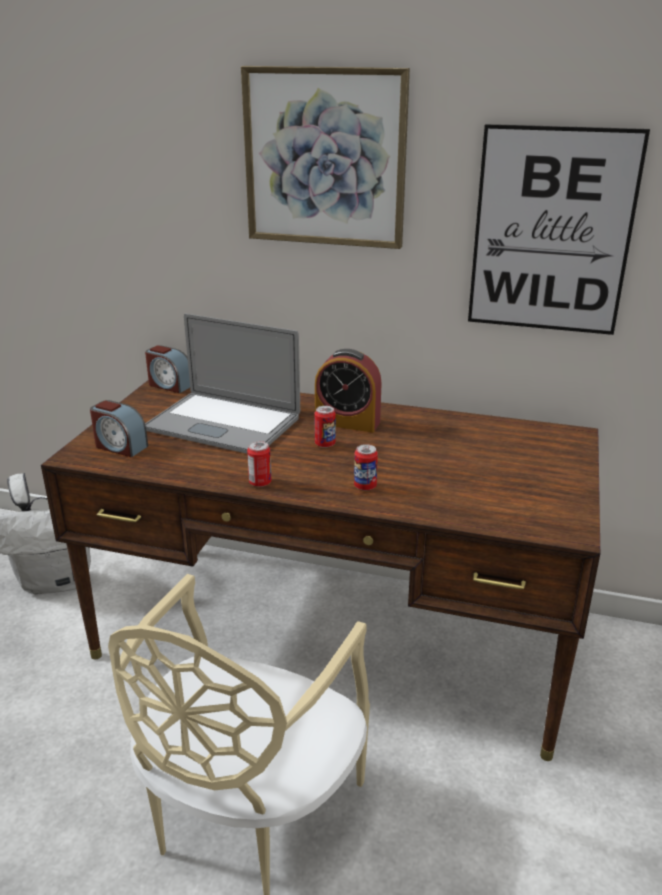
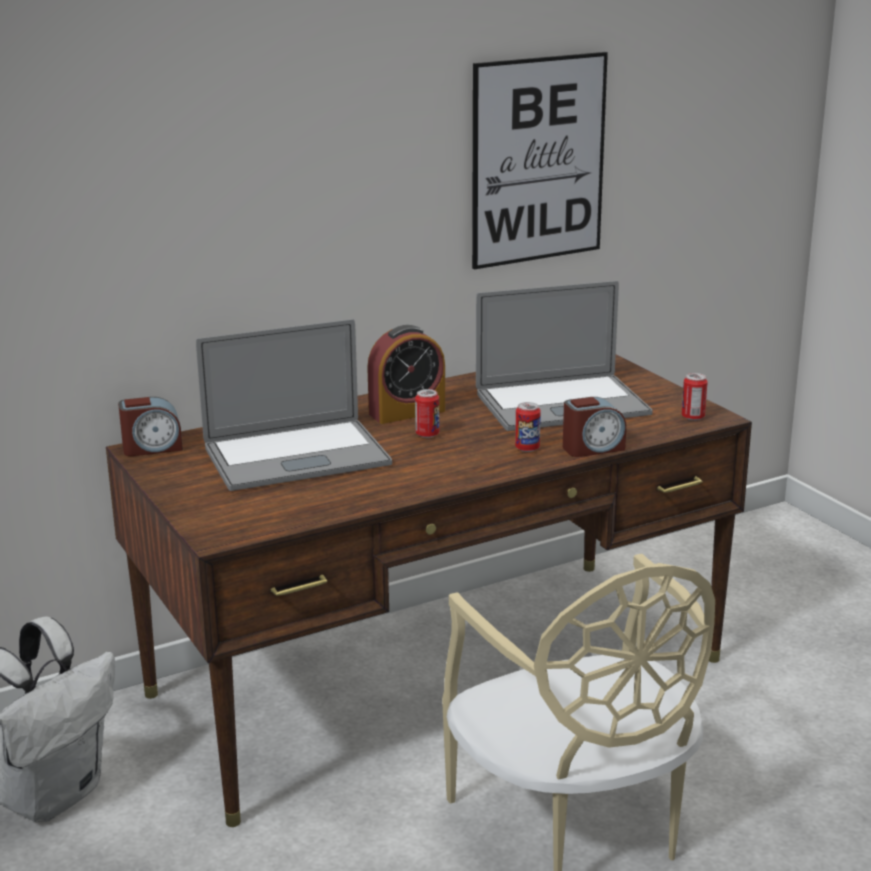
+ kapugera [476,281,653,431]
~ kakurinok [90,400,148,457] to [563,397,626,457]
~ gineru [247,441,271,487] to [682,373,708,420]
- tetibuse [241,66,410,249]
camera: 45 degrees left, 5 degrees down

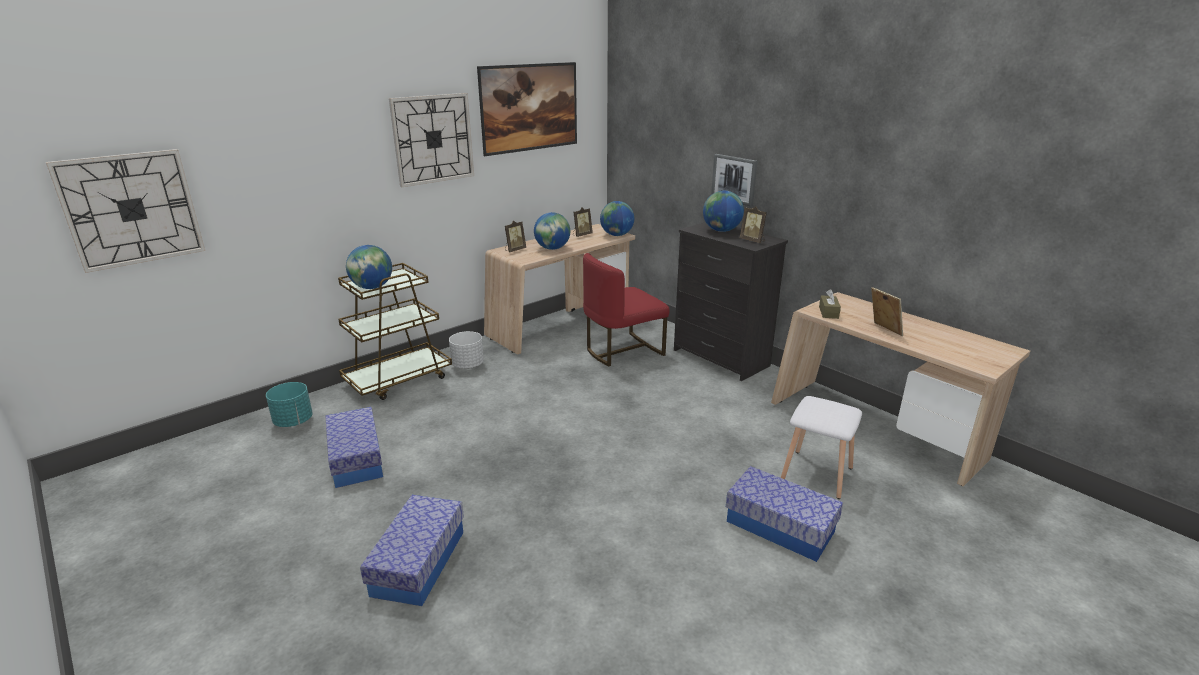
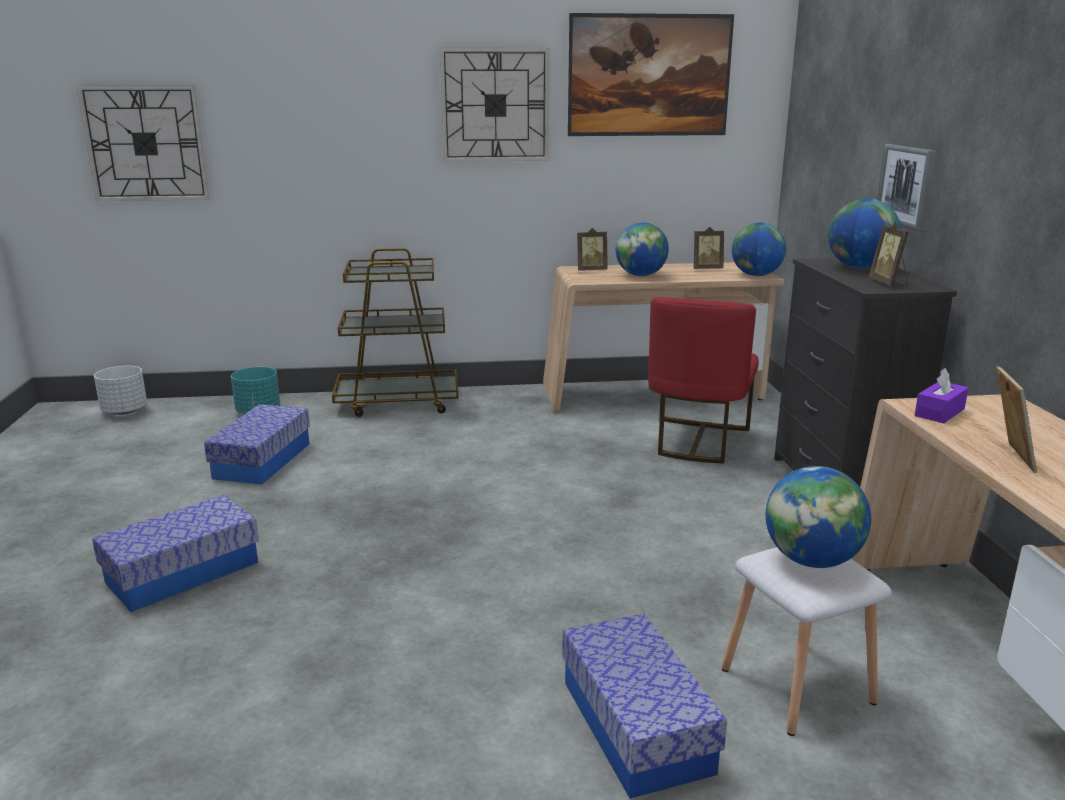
~ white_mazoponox [449,331,484,369] to [94,366,147,415]
~ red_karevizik [583,253,670,366] = [648,297,759,464] 75 degrees counterclockwise
~ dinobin [346,245,392,289] to [766,466,871,568]
~ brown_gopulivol [819,289,841,319] to purple_gopulivol [915,368,968,423]
camera: 35 degrees right, 5 degrees down

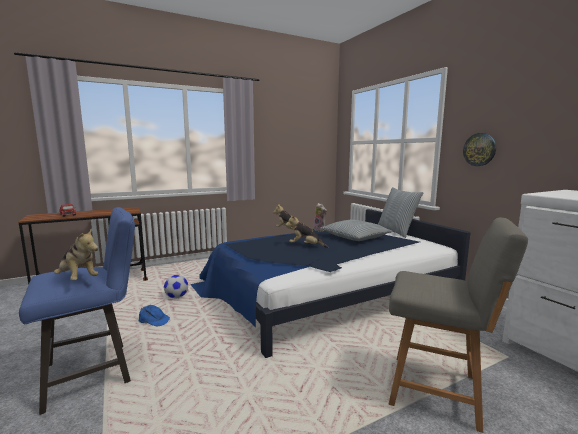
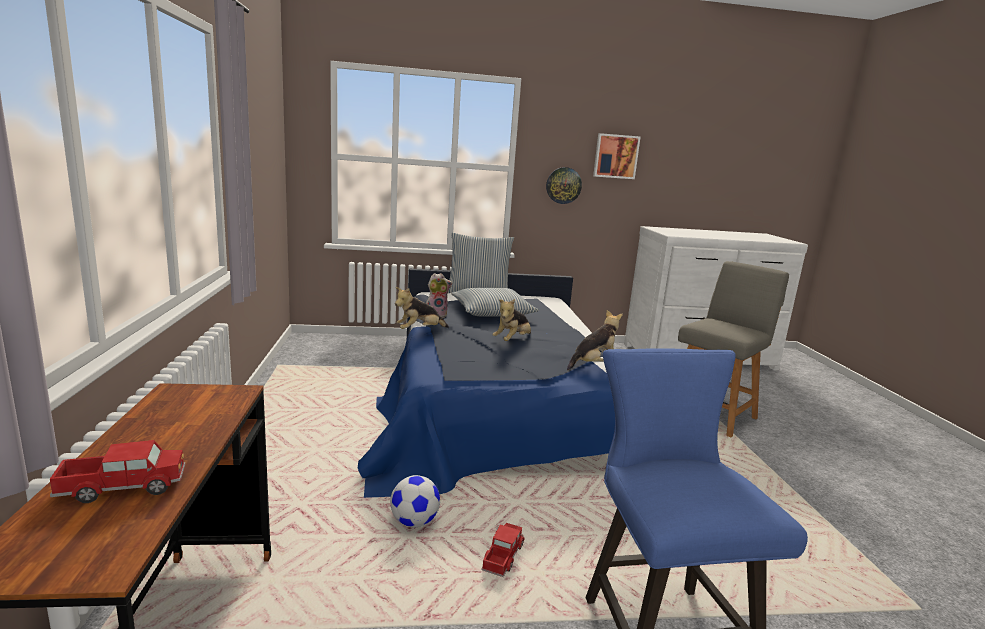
~ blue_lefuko [139,305,170,326] to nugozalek [481,523,525,577]
~ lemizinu [54,228,99,280] to [567,310,623,370]
+ tetibuse [593,133,641,179]
camera: 70 degrees left, 5 degrees up

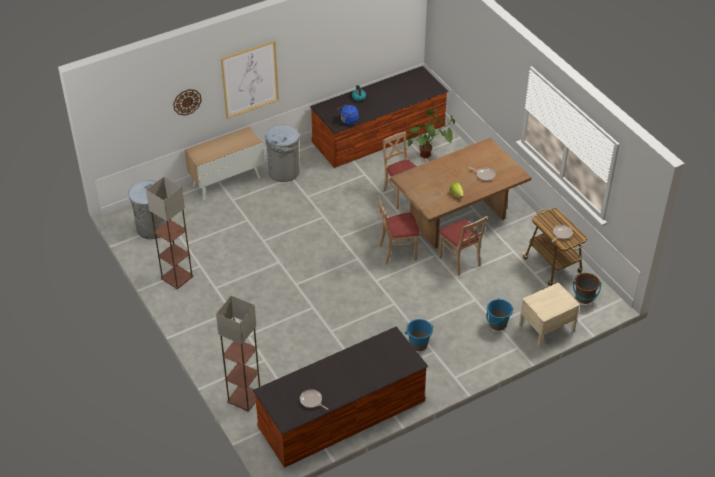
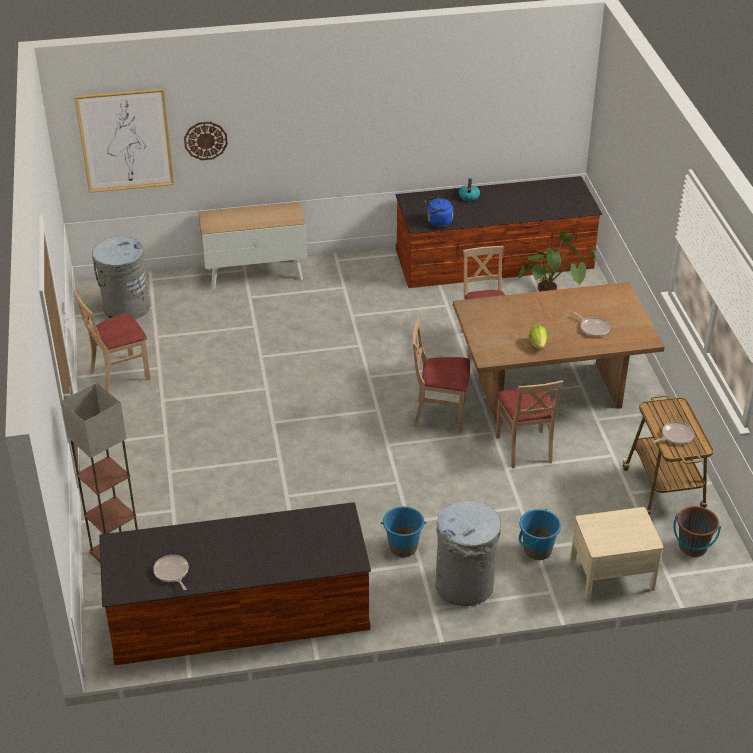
~ tetibuse [221,40,279,119] to [75,89,174,193]
~ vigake [146,177,193,289] to beige_karevizik [75,291,151,391]
~ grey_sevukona [265,125,300,182] to [436,501,501,606]
camera: 20 degrees right, 5 degrees down

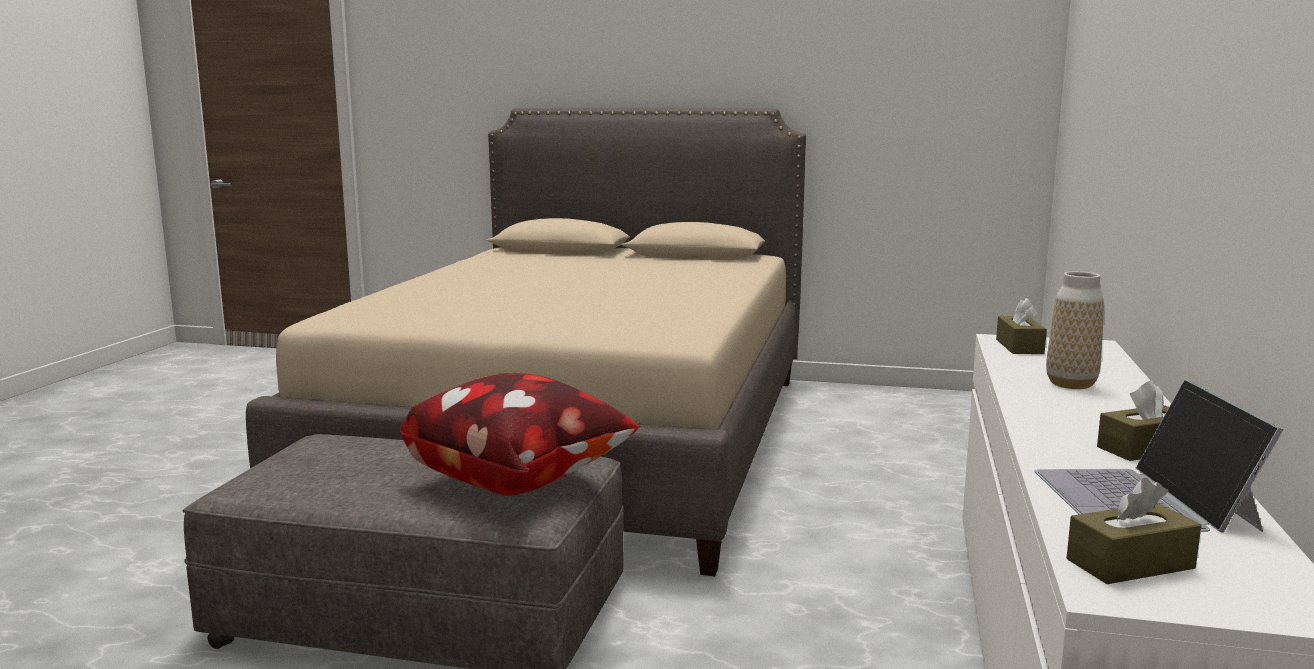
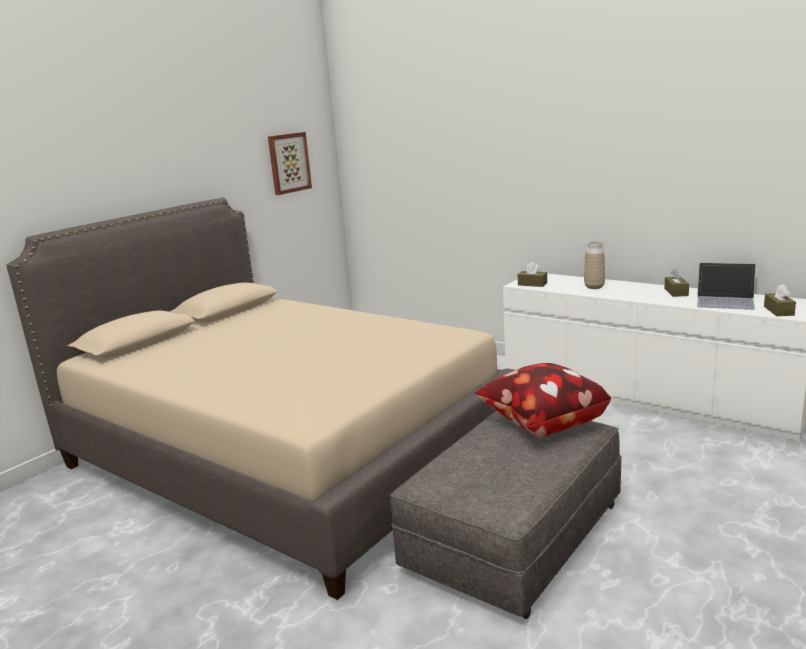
+ tetibuse [268,132,312,195]
camera: 65 degrees left, 5 degrees up

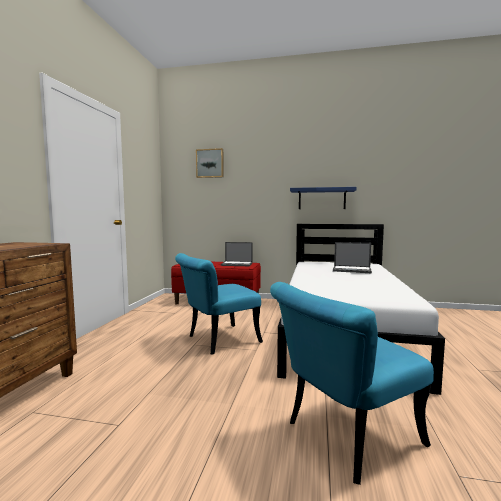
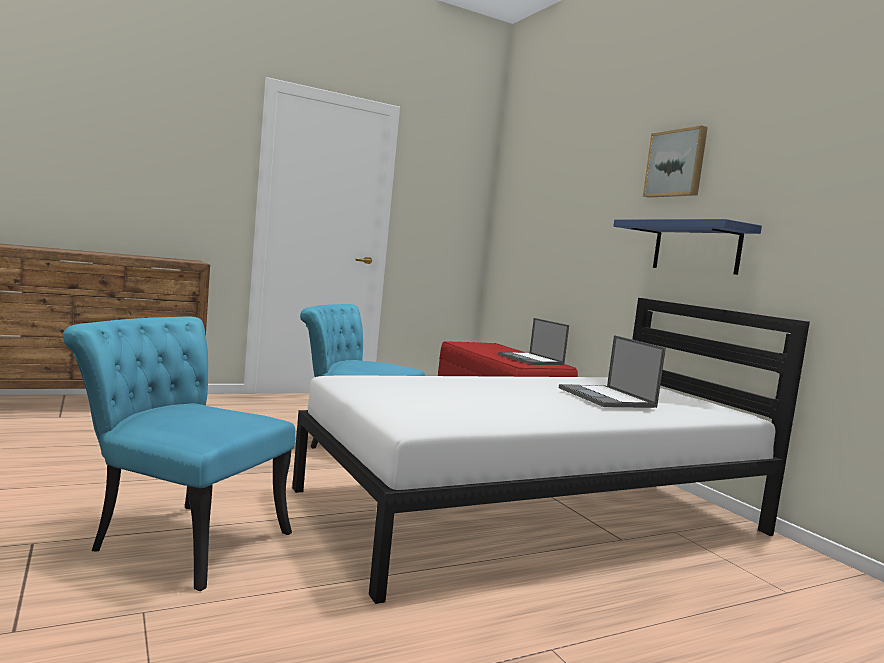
~ tetibuse [196,148,224,178] to [643,126,708,198]
camera: 50 degrees right, 0 degrees up

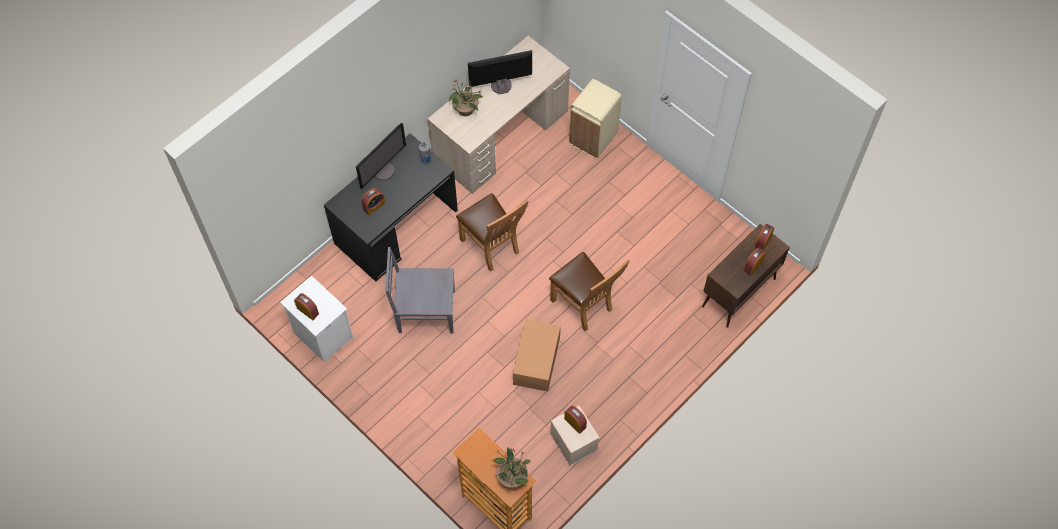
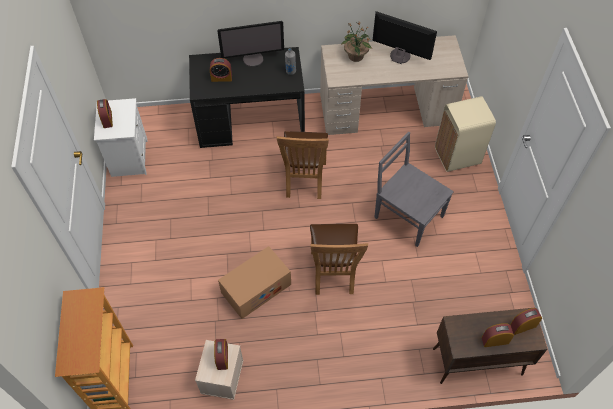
~ grey_karevizik [385,247,455,333] to [374,132,454,247]
- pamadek [493,448,530,488]
camera: 40 degrees right, 5 degrees down

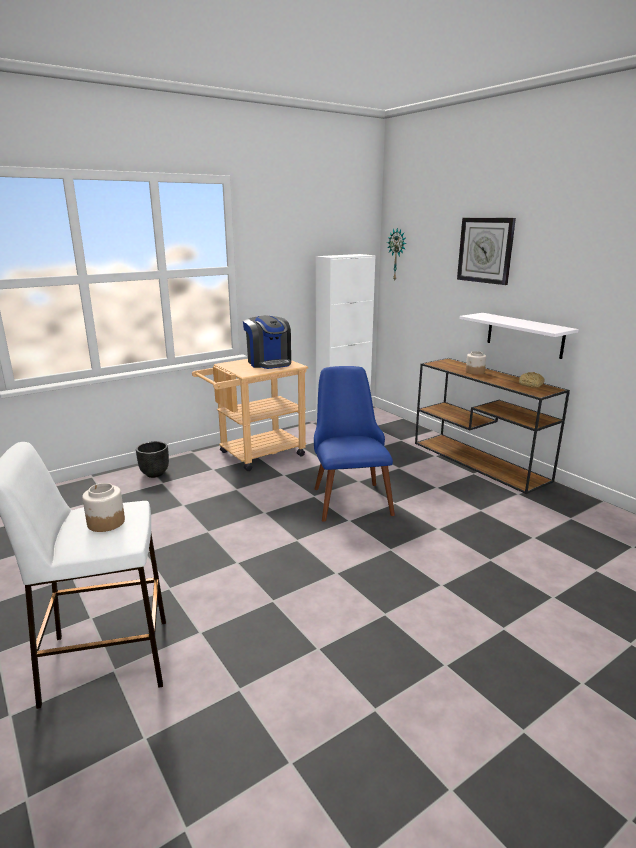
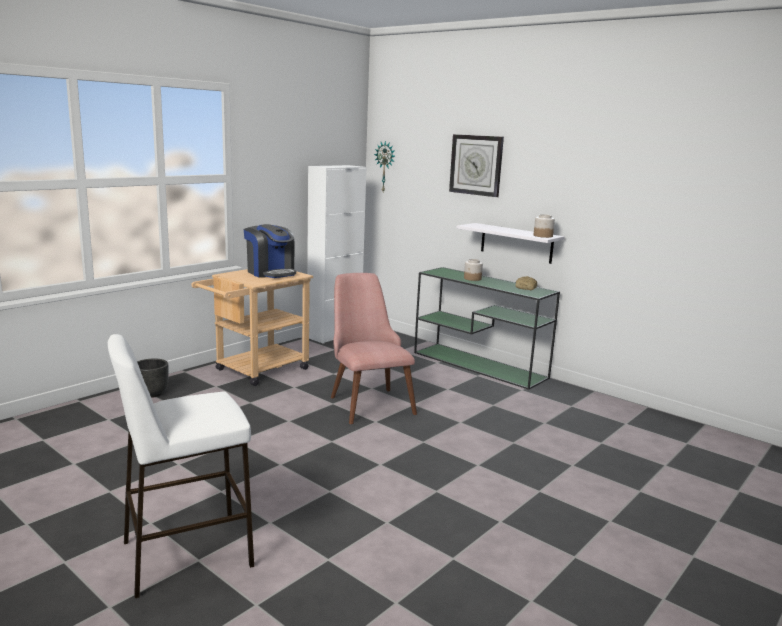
~ blue_karevizik [314,366,395,522] to pink_karevizik [331,273,417,424]
~ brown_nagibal [415,358,570,494] to green_nagibal [414,267,560,390]
~ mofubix [82,483,125,532] to [534,214,555,238]
camera: 15 degrees left, 5 degrees down

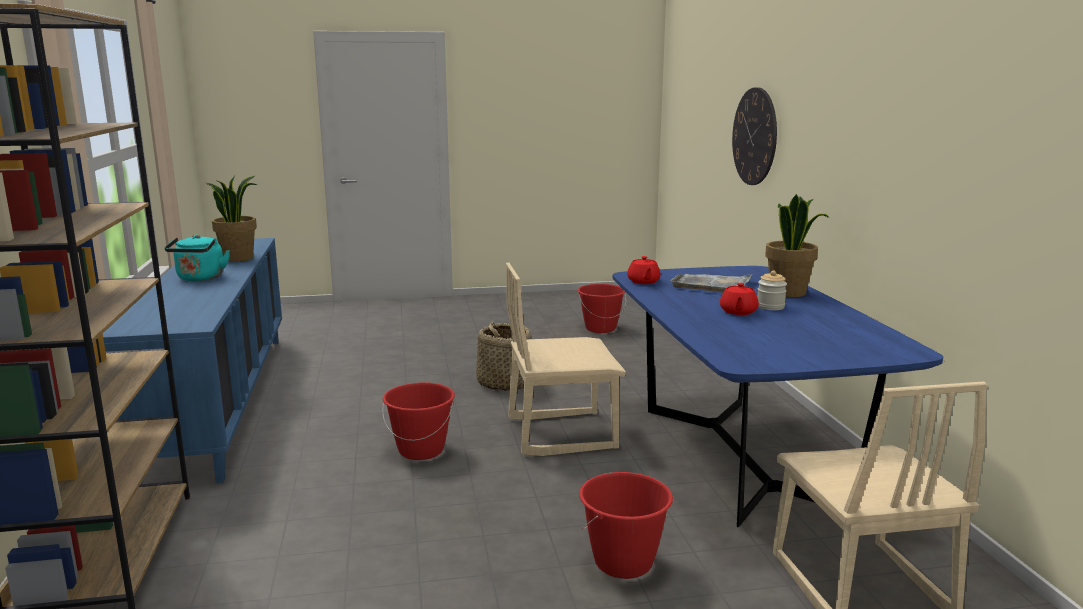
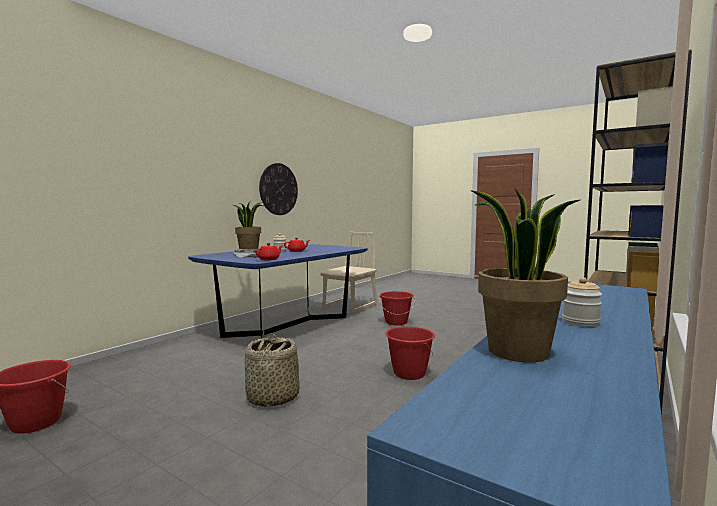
~ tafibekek [732,87,777,185] to [259,163,298,215]
~ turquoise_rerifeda [165,234,230,281] to mofubix [562,277,602,327]
- beige_karevizik [506,262,626,456]
camera: 135 degrees left, 10 degrees down

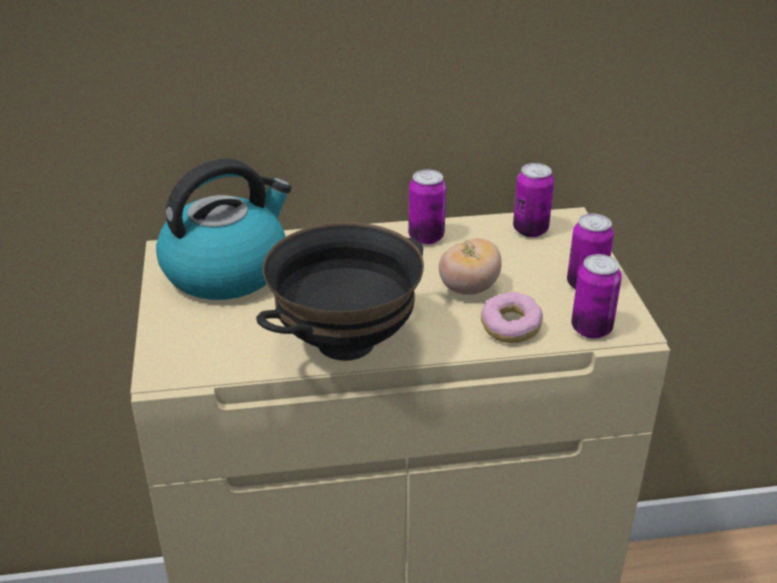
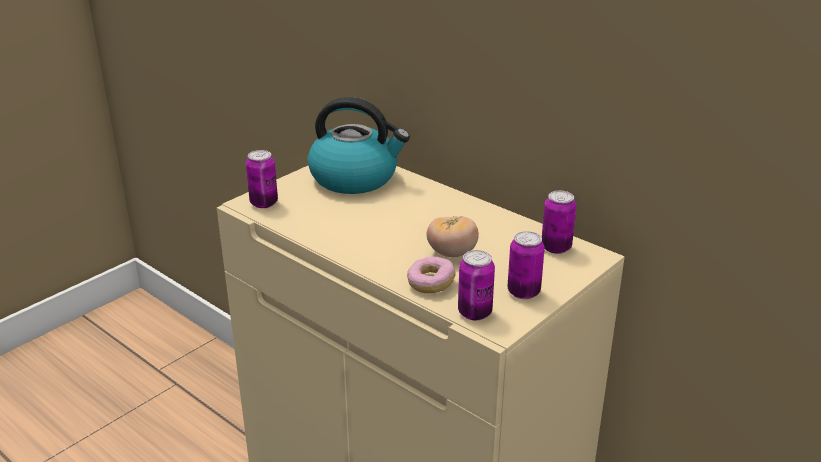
~ gineru [408,170,446,245] to [246,150,278,208]
- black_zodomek [256,222,424,361]
camera: 50 degrees right, 5 degrees down

